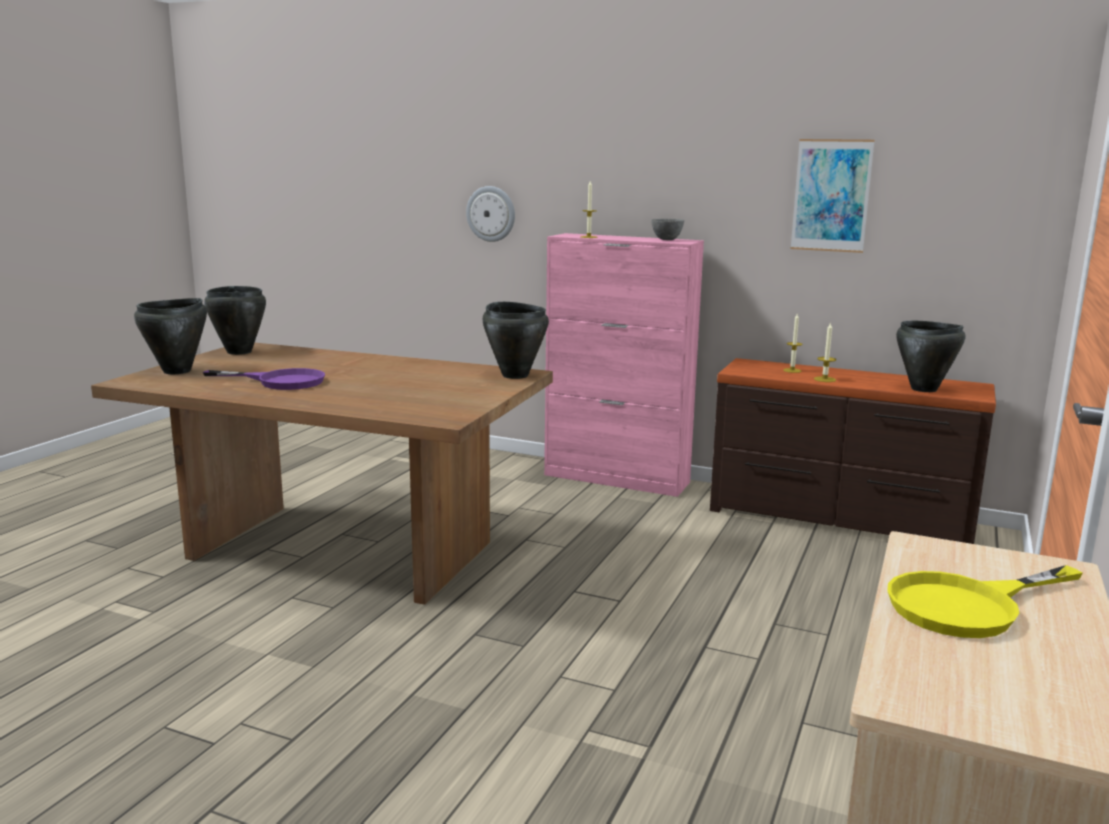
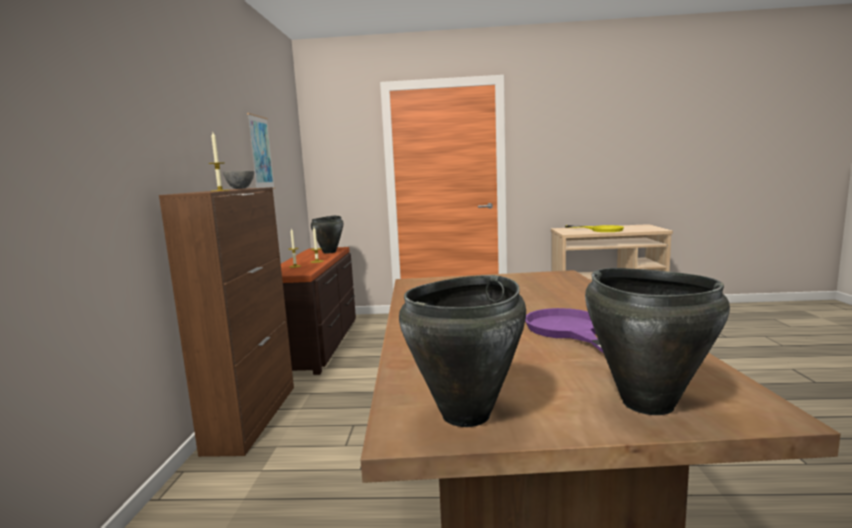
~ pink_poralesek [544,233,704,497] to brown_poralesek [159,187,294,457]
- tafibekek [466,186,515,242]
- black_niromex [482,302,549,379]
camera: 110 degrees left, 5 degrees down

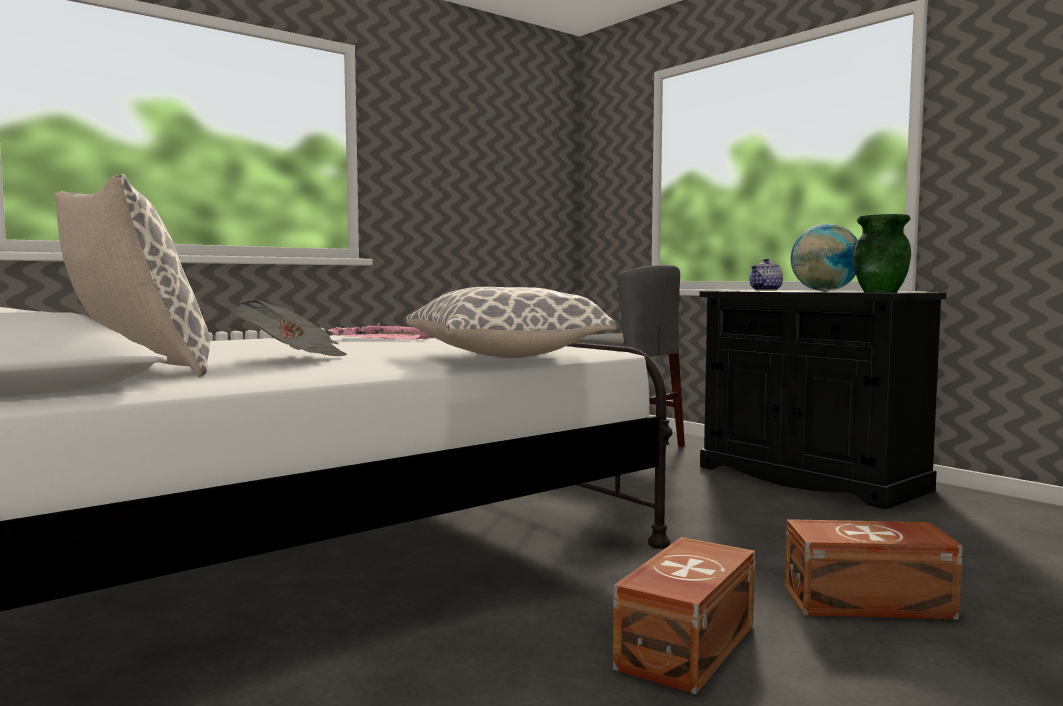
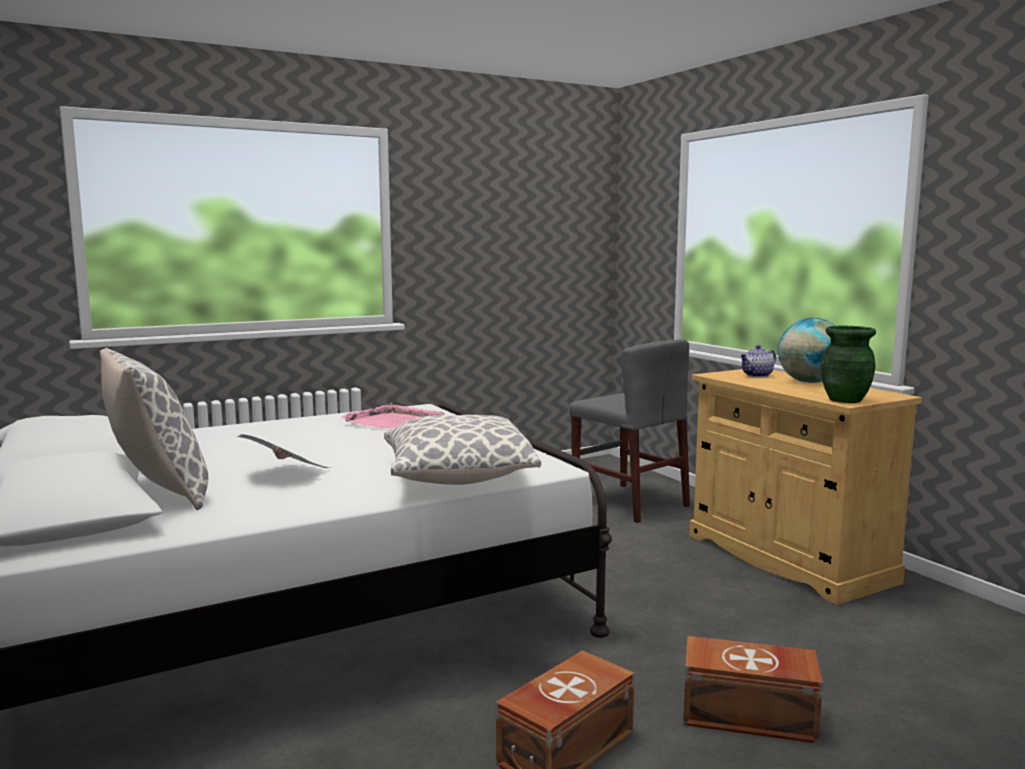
~ black_poralesek [699,290,947,509] to beige_poralesek [689,369,922,605]
camera: 10 degrees right, 5 degrees up

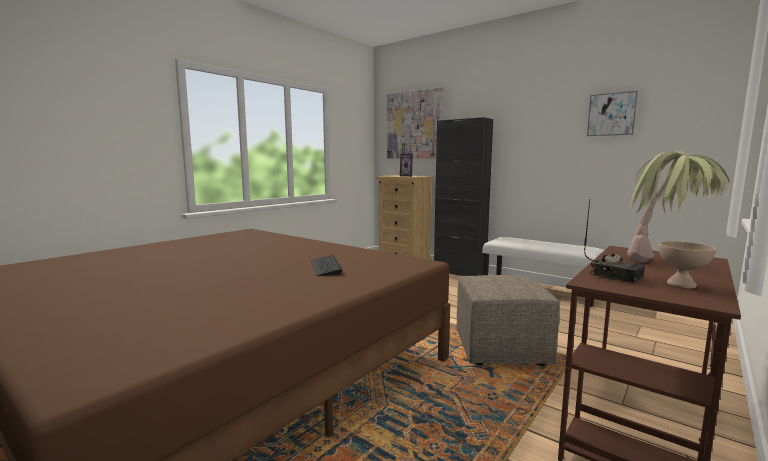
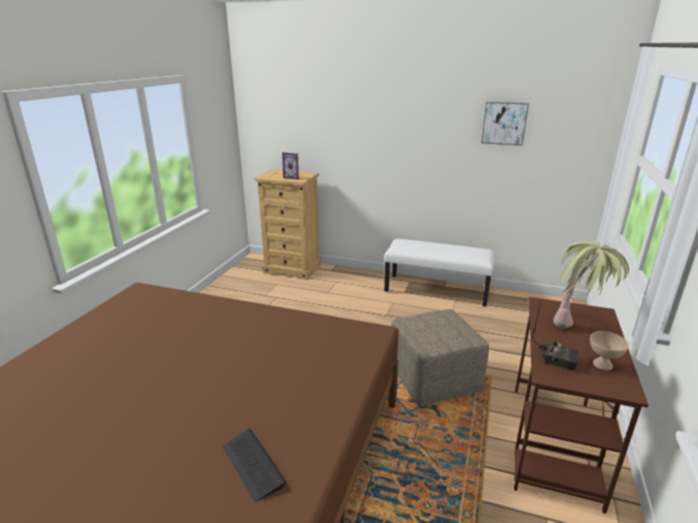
~ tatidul [311,255,343,276] to [223,429,287,502]
- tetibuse [387,87,444,158]
- black_poralesek [434,117,493,276]
camera: 20 degrees left, 15 degrees up

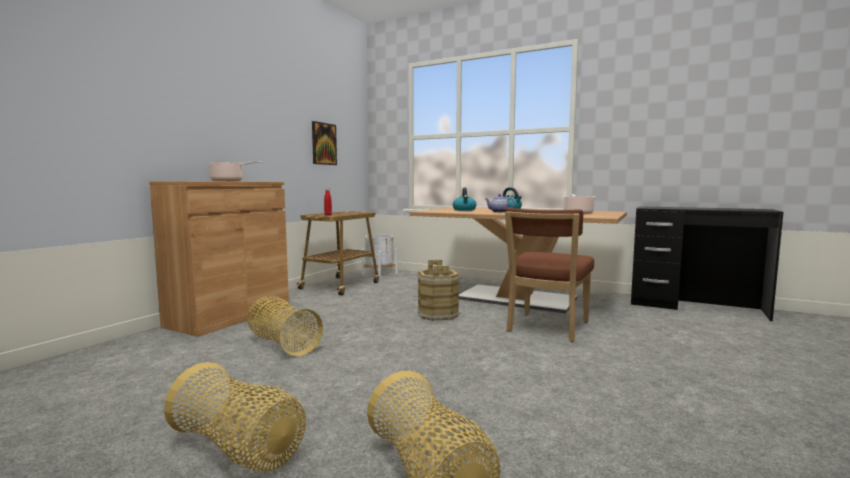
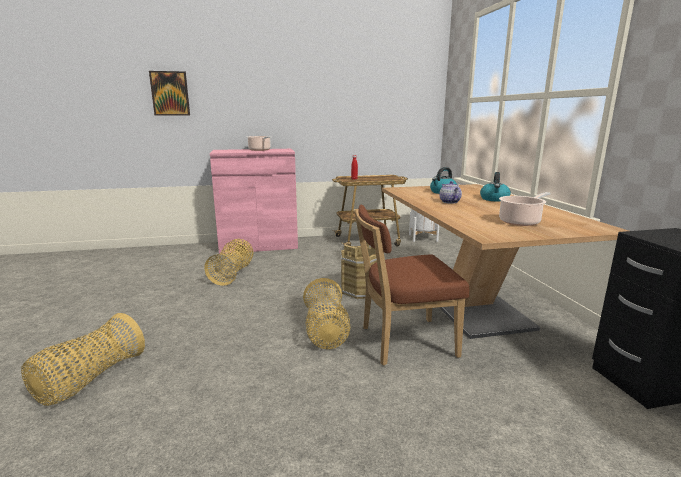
~ tetibuse [312,121,337,165] to [149,71,190,116]
~ brown_poralesek [150,181,289,337] to pink_poralesek [210,149,298,254]
~ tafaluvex [164,362,306,471] to [303,278,351,349]
camera: 50 degrees right, 10 degrees up

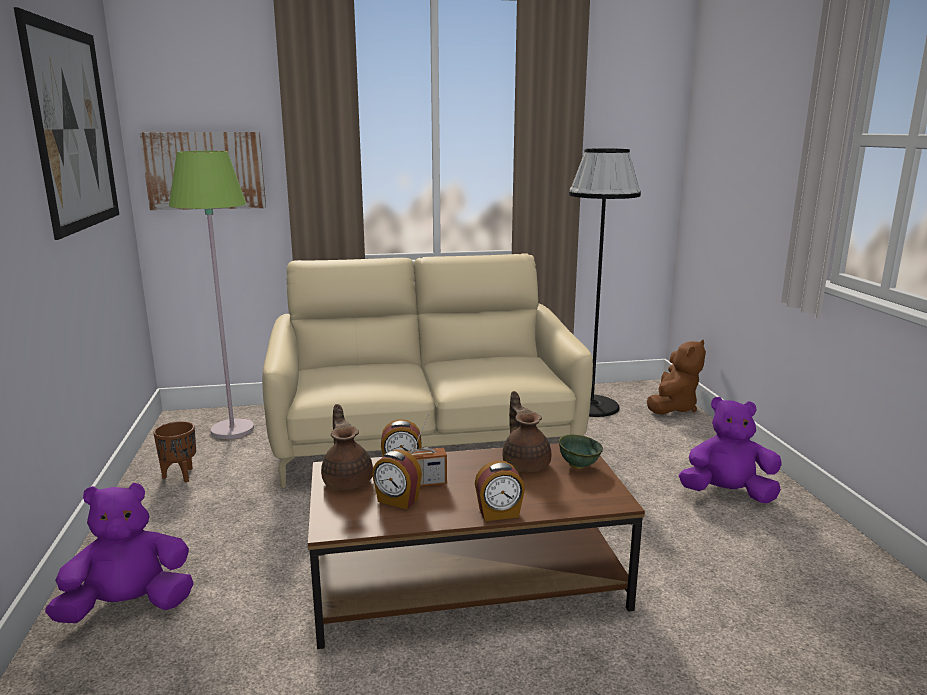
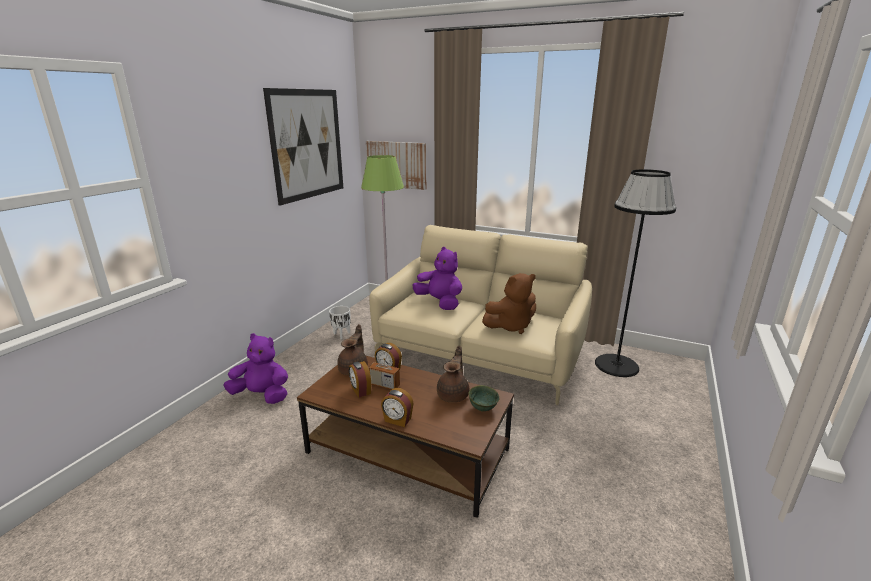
~ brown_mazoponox [153,421,196,483] to white_mazoponox [329,306,351,340]
~ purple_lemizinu [679,397,782,504] to [412,247,462,310]
~ brown_lemizinu [647,340,706,415] to [482,273,536,334]
camera: 35 degrees right, 5 degrees up

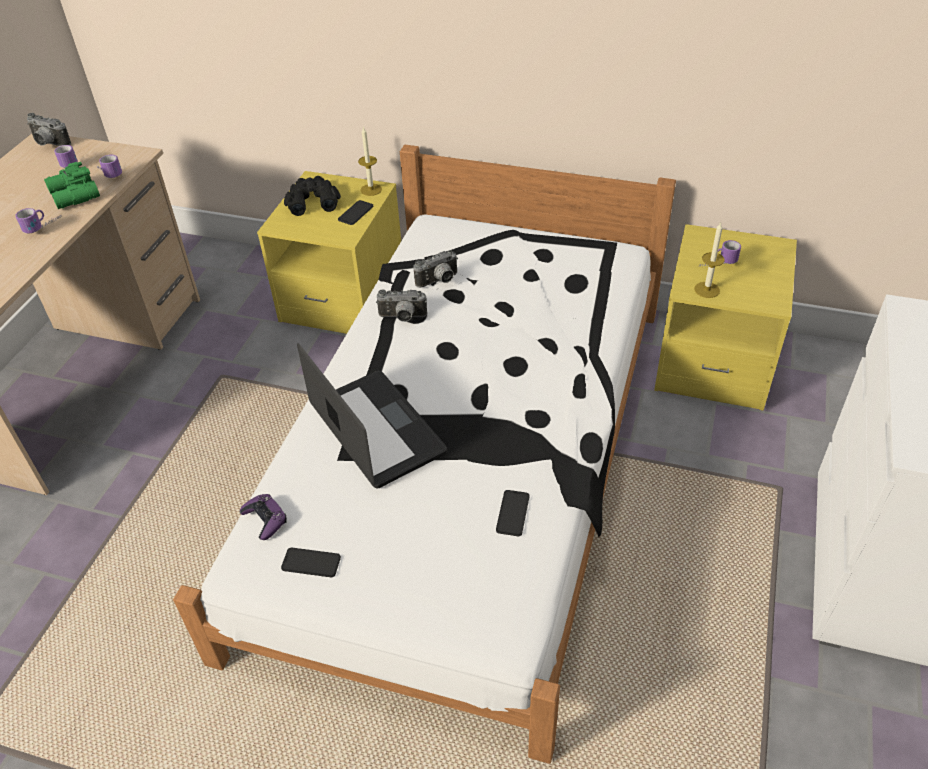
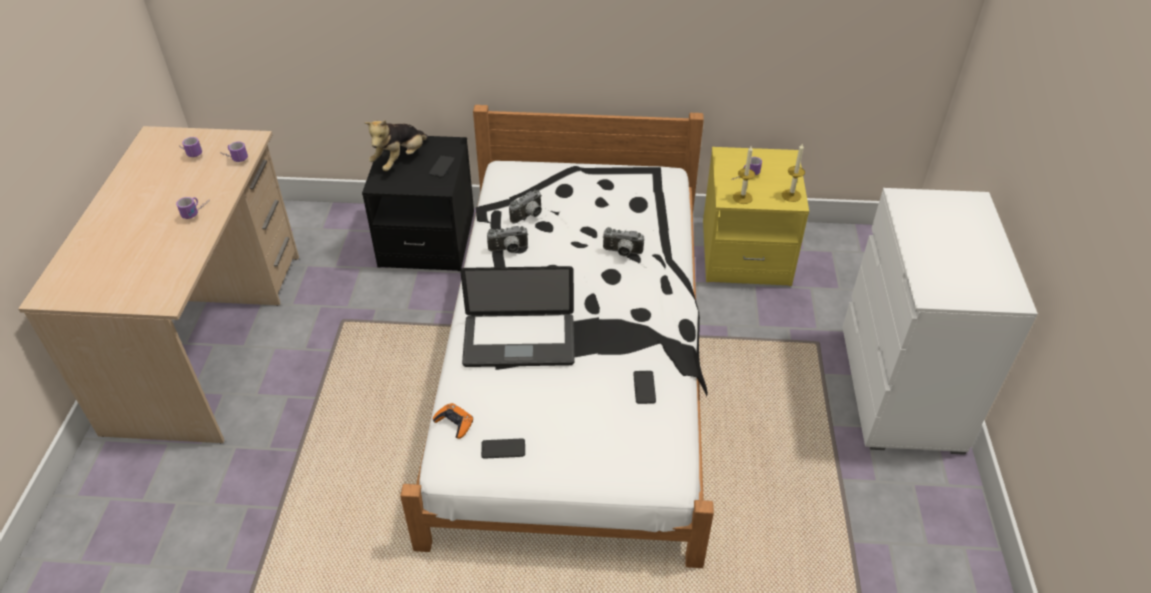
~ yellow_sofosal [257,171,401,334] to black_sofosal [362,136,474,271]
~ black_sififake [284,176,341,216] to lemizinu [365,120,429,171]
~ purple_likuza [240,494,287,540] to orange_likuza [433,403,473,439]
~ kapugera [297,343,447,489] = [460,266,575,367] 135 degrees clockwise
~ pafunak [27,113,71,146] to [602,227,644,256]
~ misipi [358,126,382,196] to [782,144,805,202]
- green_sififake [44,162,100,209]
camera: 15 degrees left, 0 degrees up

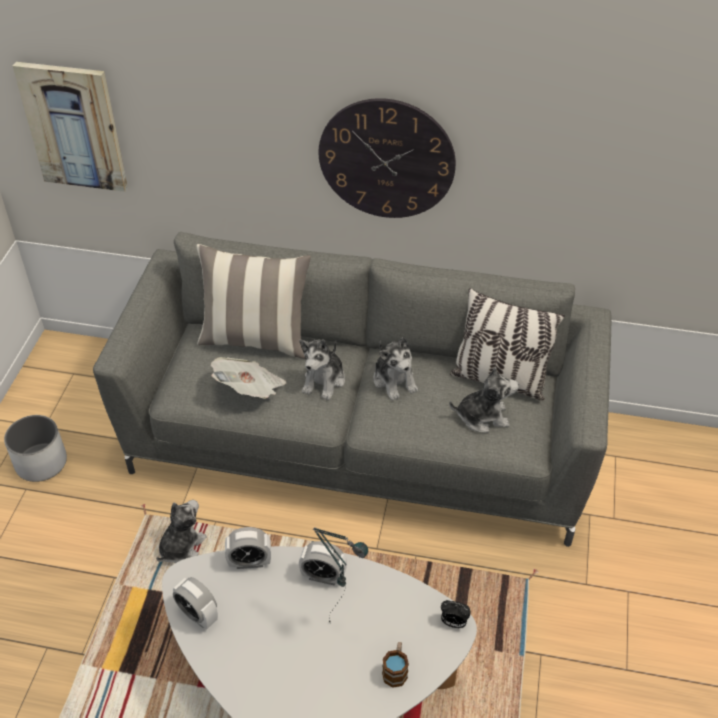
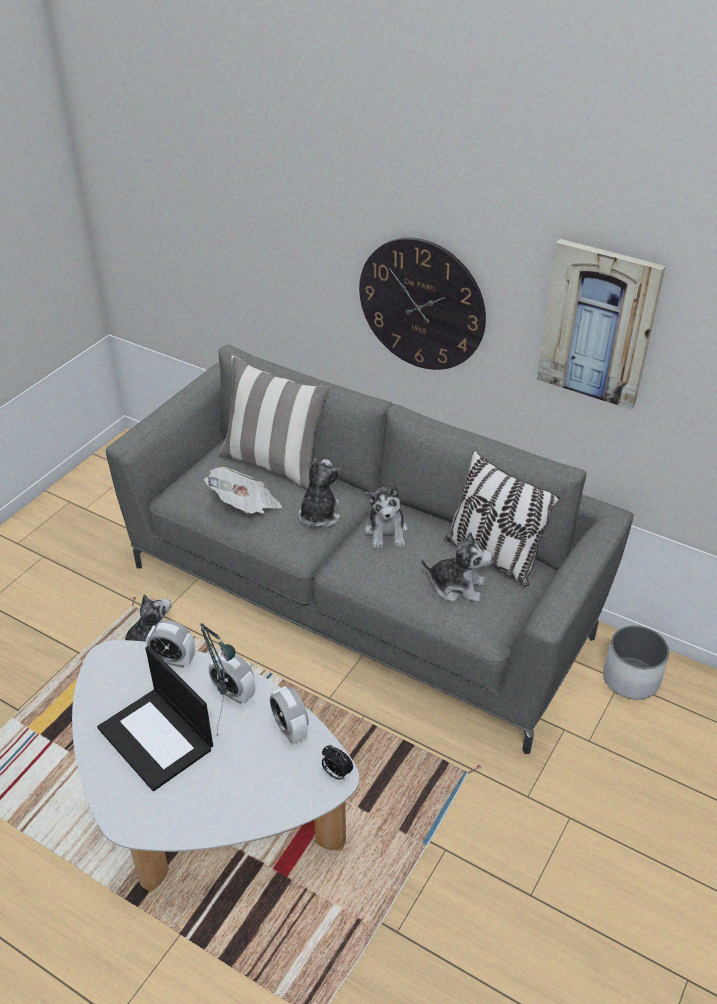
+ kapugera [97,645,213,791]
~ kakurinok [173,577,218,629] to [270,686,309,744]
~ lemizinu [300,339,345,400] = [298,458,341,528] 150 degrees clockwise
~ tetibuse [13,62,128,192] to [537,239,666,410]
~ white_mazoponox [4,415,67,482] to [603,625,669,700]
- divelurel [382,642,409,688]
camera: 20 degrees right, 5 degrees down

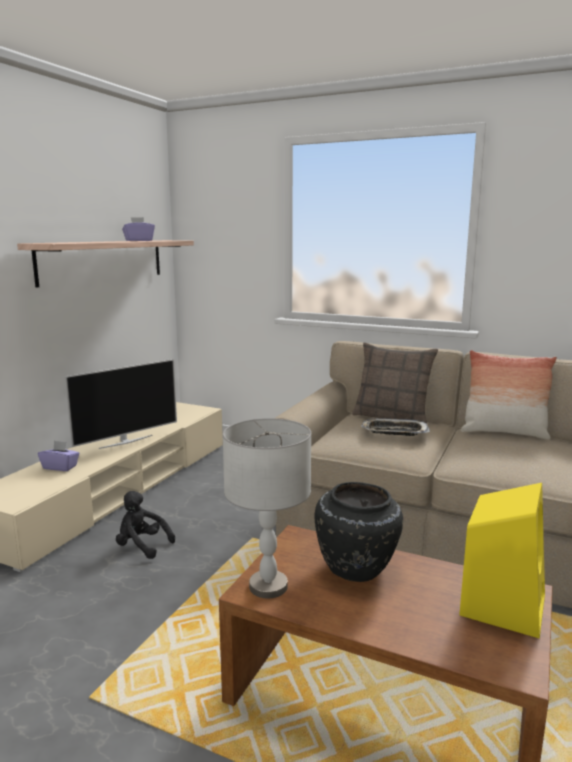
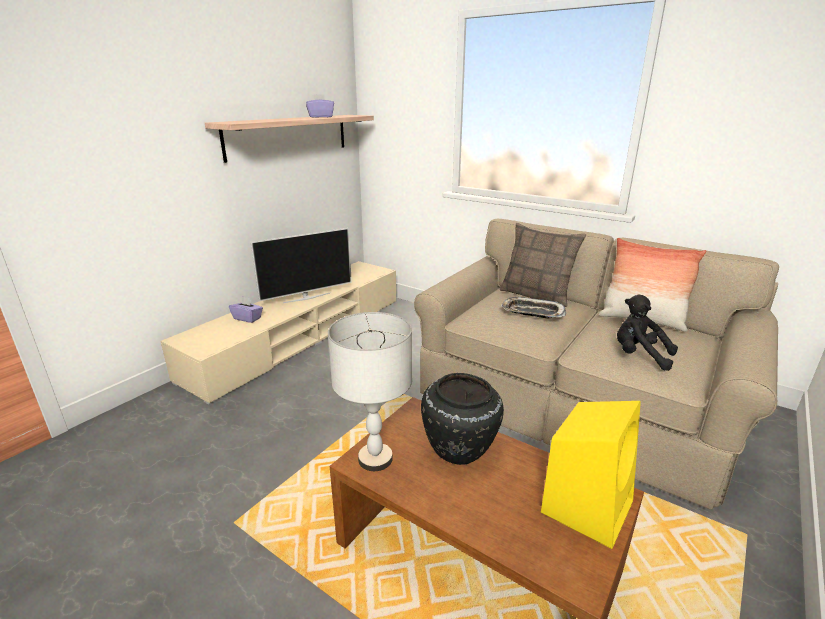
~ black_lemizinu [116,491,175,559] to [617,295,678,371]
camera: 10 degrees right, 10 degrees up

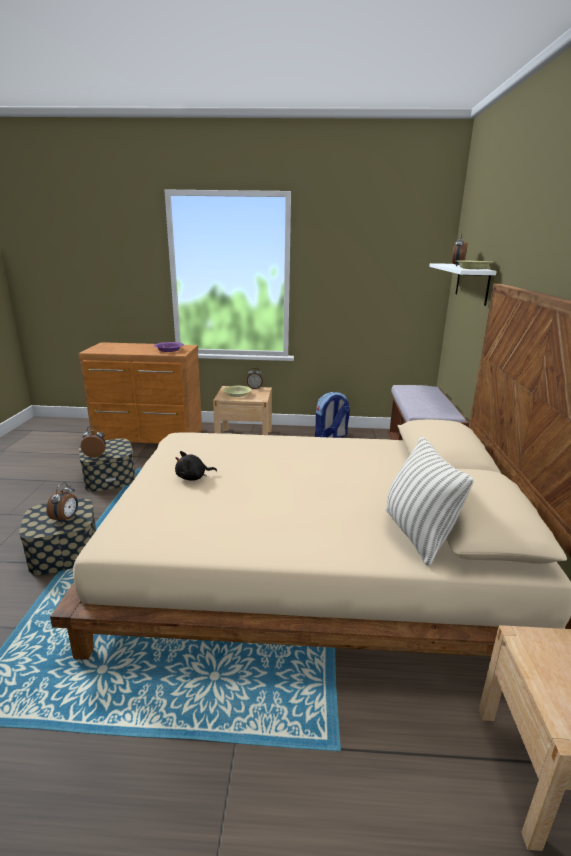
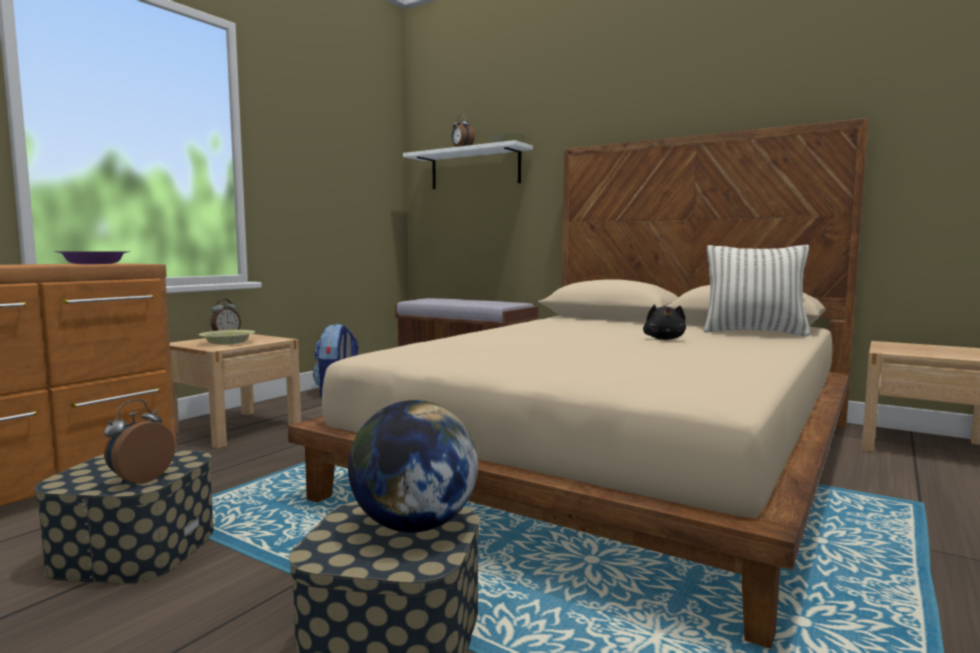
~ kakurinok [46,483,78,523] to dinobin [348,400,478,533]
~ black_lemizinu [175,451,217,481] to [643,304,686,340]
camera: 60 degrees left, 15 degrees down

